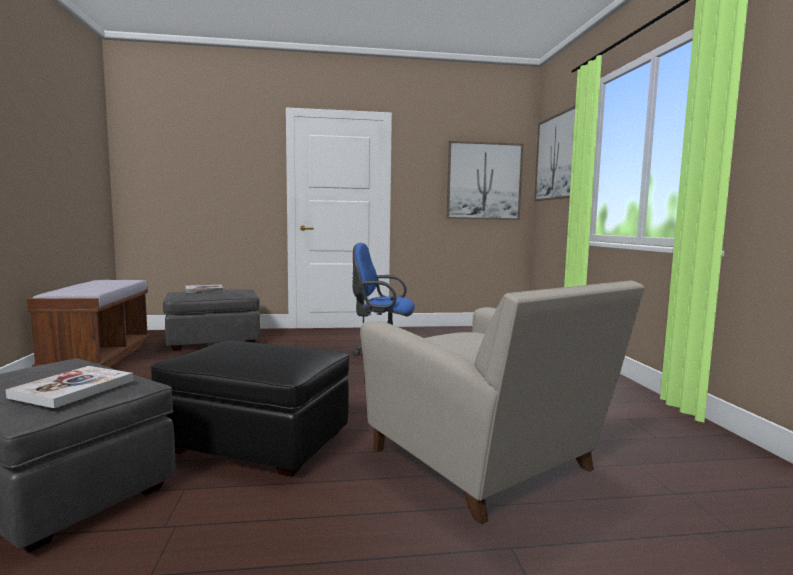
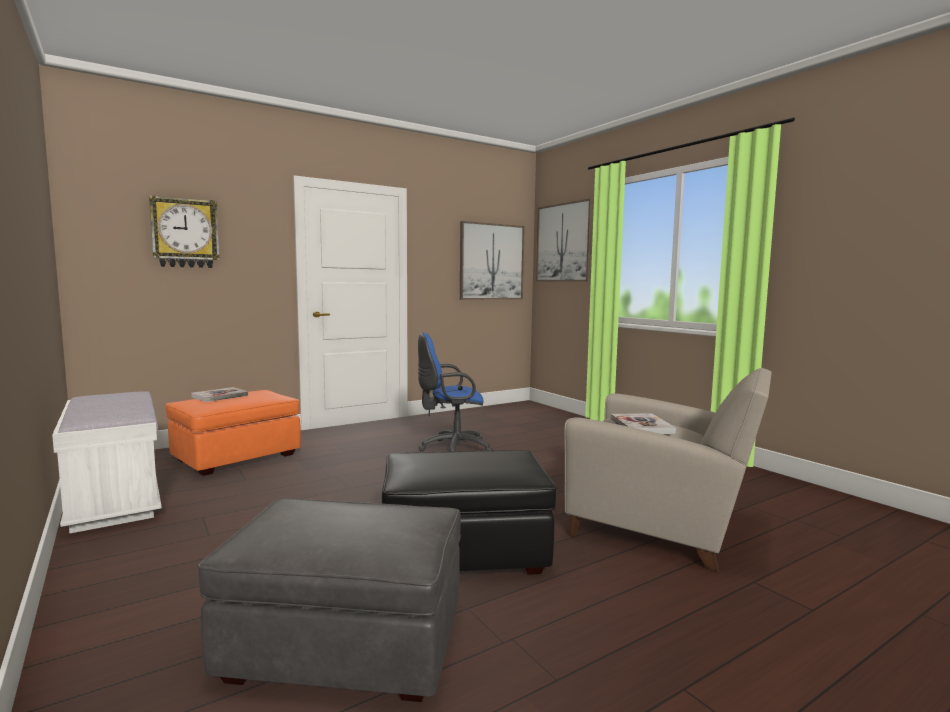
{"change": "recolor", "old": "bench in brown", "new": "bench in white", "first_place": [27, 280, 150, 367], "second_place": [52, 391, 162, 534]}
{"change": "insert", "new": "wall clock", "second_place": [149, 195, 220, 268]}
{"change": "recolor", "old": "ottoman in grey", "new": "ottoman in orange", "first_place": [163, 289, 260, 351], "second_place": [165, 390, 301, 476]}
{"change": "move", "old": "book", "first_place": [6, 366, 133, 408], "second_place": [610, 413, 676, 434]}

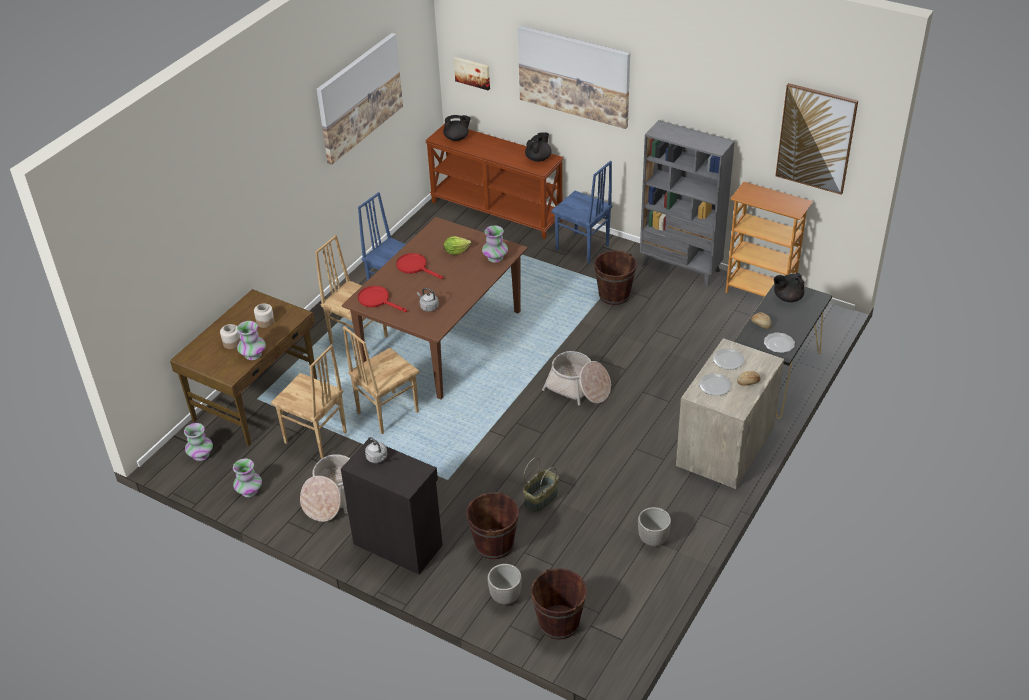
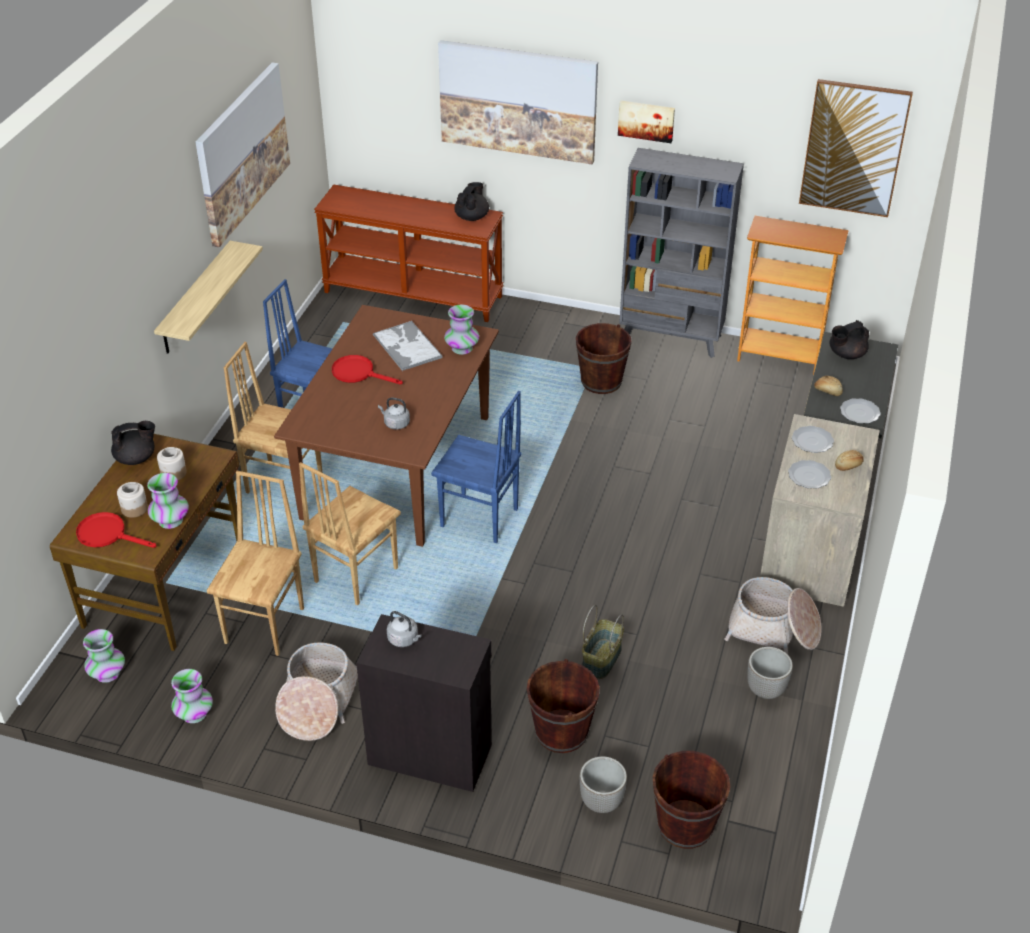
{"change": "move", "old": "frying pan in red", "first_place": [358, 286, 407, 312], "second_place": [76, 512, 156, 548]}
{"change": "move", "old": "teapot in black", "first_place": [443, 115, 471, 141], "second_place": [111, 421, 155, 465]}
{"change": "insert", "new": "shelf", "second_place": [154, 241, 263, 354]}
{"change": "rotate", "old": "chair in brown", "first_place": [271, 345, 347, 458], "second_place": [207, 471, 304, 656], "degrees": -90}
{"change": "replace", "old": "lettuce", "new": "tray", "first_place": [444, 236, 471, 255], "second_place": [373, 321, 443, 371]}
{"change": "move", "old": "chair in blue", "first_place": [551, 161, 612, 264], "second_place": [431, 391, 521, 543]}
{"change": "move", "old": "picture", "first_place": [454, 57, 490, 90], "second_place": [618, 101, 675, 143]}
{"change": "move", "old": "basket", "first_place": [542, 351, 611, 405], "second_place": [724, 577, 822, 654]}

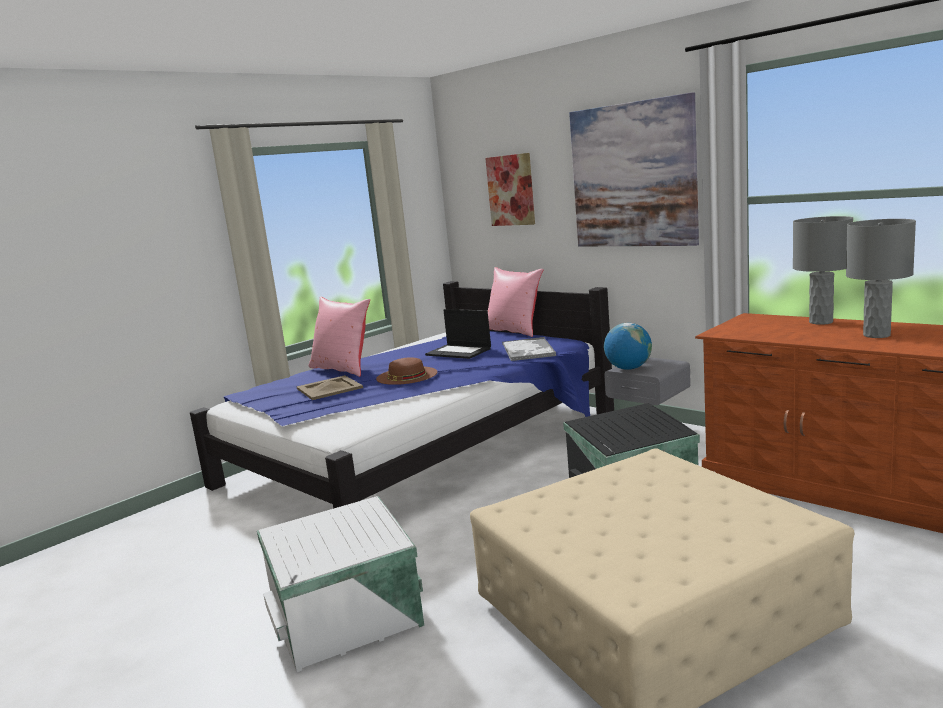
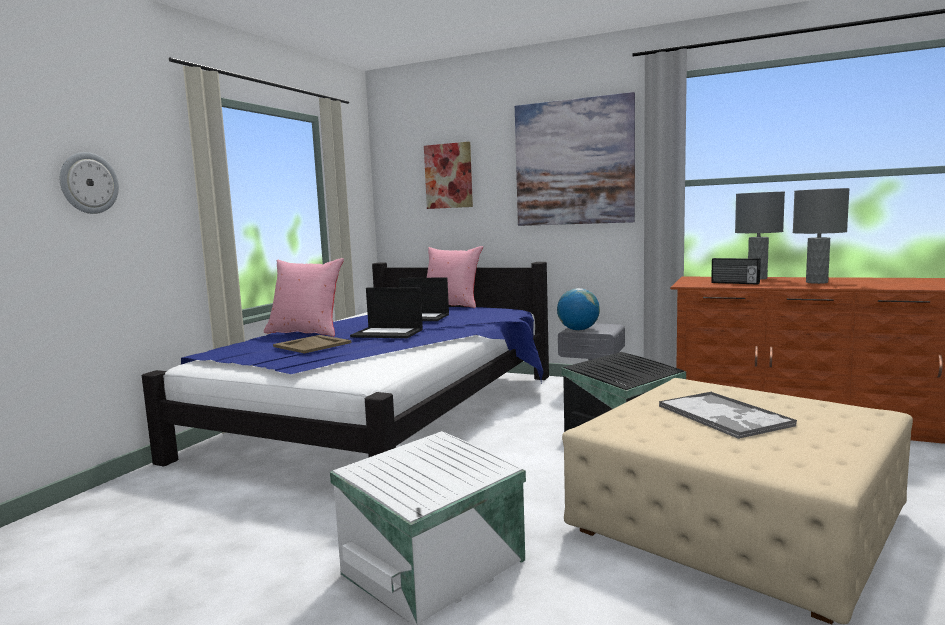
{"change": "insert", "new": "wall clock", "second_place": [60, 152, 119, 214]}
{"change": "replace", "old": "hat in brown", "new": "laptop", "first_place": [376, 357, 437, 385], "second_place": [350, 287, 423, 338]}
{"change": "move", "old": "tray", "first_place": [502, 337, 556, 361], "second_place": [659, 392, 797, 439]}
{"change": "insert", "new": "radio", "second_place": [711, 258, 761, 285]}

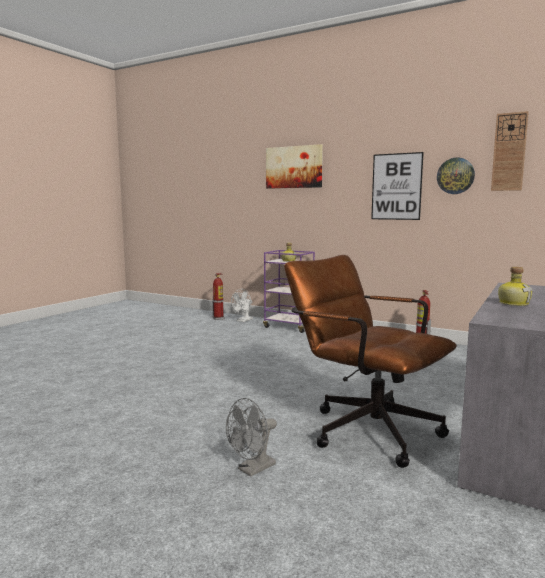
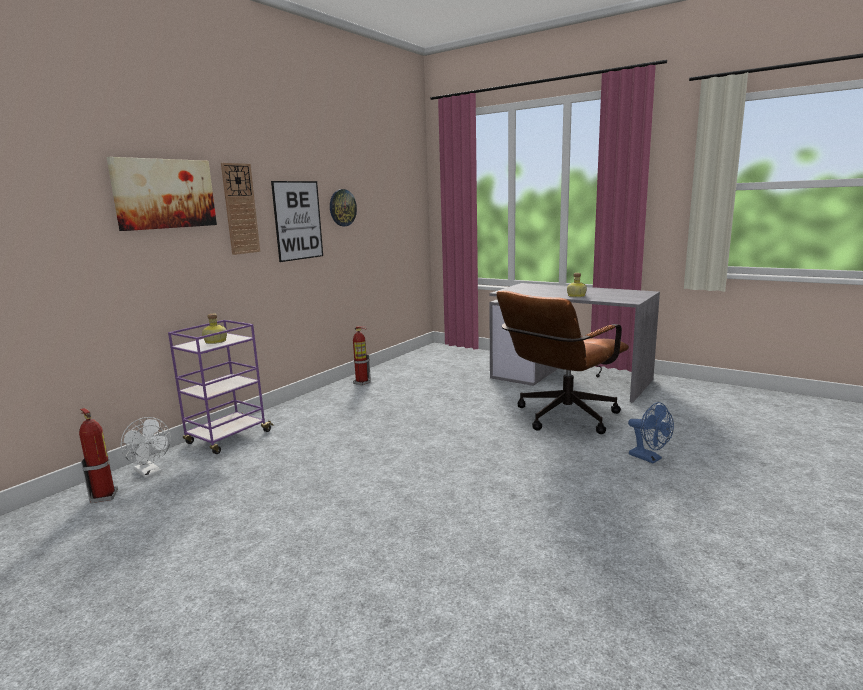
{"change": "move", "old": "wall clock", "first_place": [491, 111, 529, 191], "second_place": [221, 163, 260, 255]}
{"change": "recolor", "old": "fan in grey", "new": "fan in blue", "first_place": [226, 398, 277, 477], "second_place": [628, 402, 674, 463]}

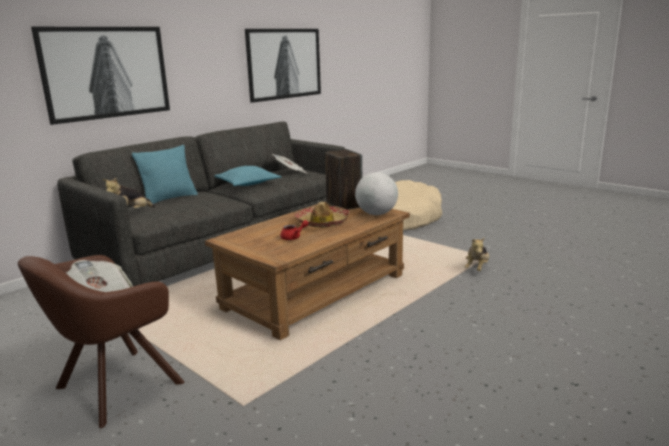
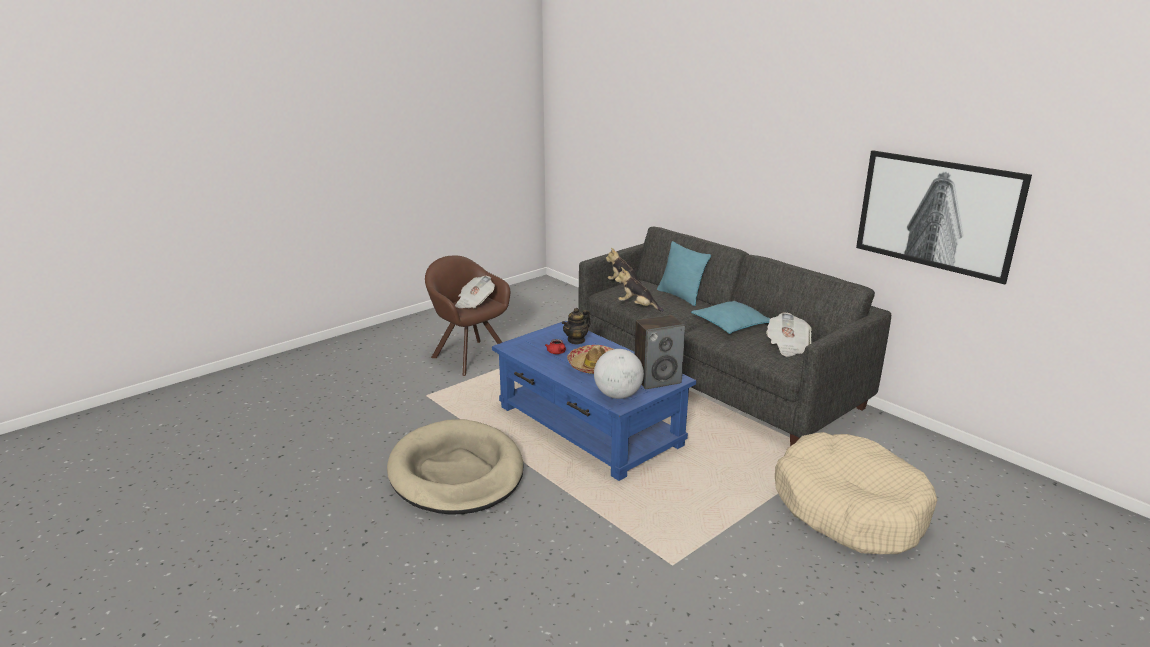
{"change": "insert", "new": "dog bed in beige", "second_place": [387, 419, 524, 514]}
{"change": "recolor", "old": "coffee table in brown", "new": "coffee table in blue", "first_place": [205, 201, 410, 340], "second_place": [492, 321, 696, 481]}
{"change": "insert", "new": "teapot", "second_place": [562, 308, 591, 345]}
{"change": "move", "old": "plush toy", "first_place": [464, 237, 489, 271], "second_place": [615, 267, 664, 312]}
{"change": "delete", "old": "picture", "first_place": [31, 27, 170, 125]}

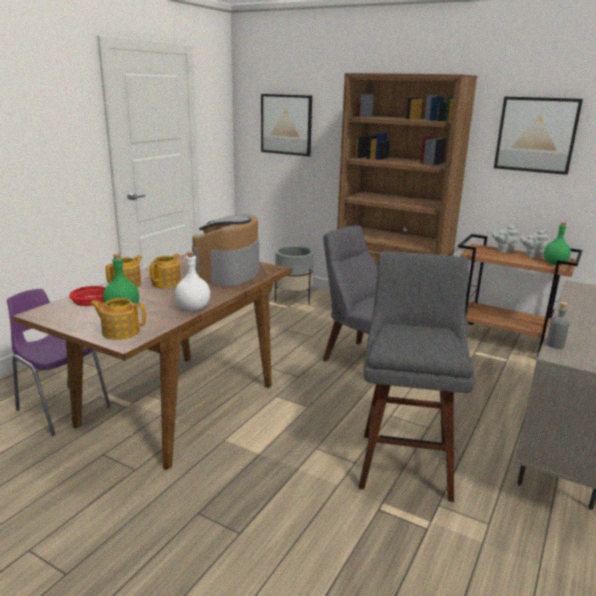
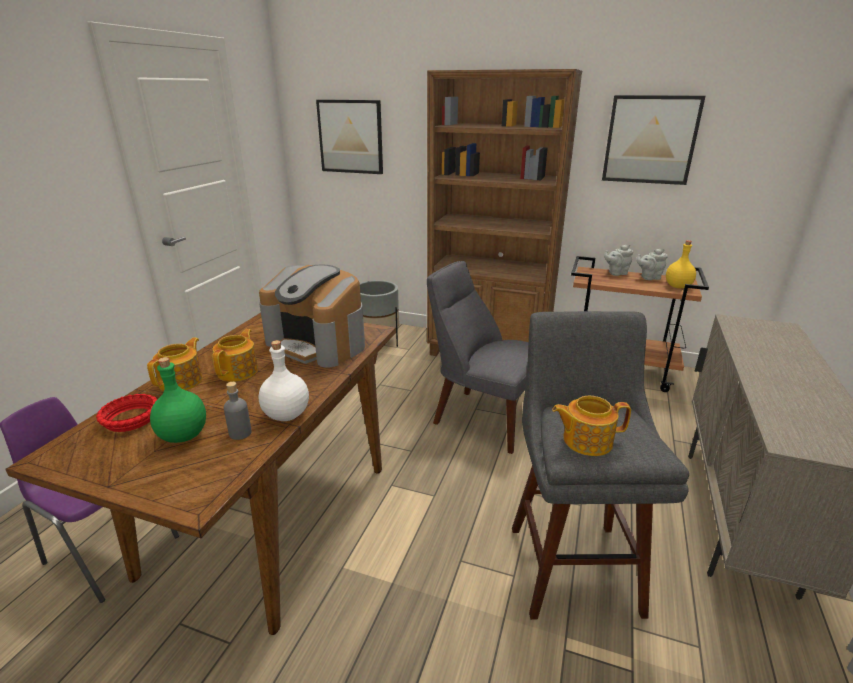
{"change": "move", "old": "bottle in grey", "first_place": [546, 302, 570, 349], "second_place": [224, 382, 252, 440]}
{"change": "rotate", "old": "coffee machine", "first_place": [192, 214, 259, 286], "second_place": [259, 264, 365, 368], "degrees": -60}
{"change": "move", "old": "teapot", "first_place": [90, 298, 146, 340], "second_place": [552, 396, 631, 456]}
{"change": "recolor", "old": "bottle in green", "new": "bottle in yellow", "first_place": [544, 222, 571, 265], "second_place": [666, 240, 696, 288]}

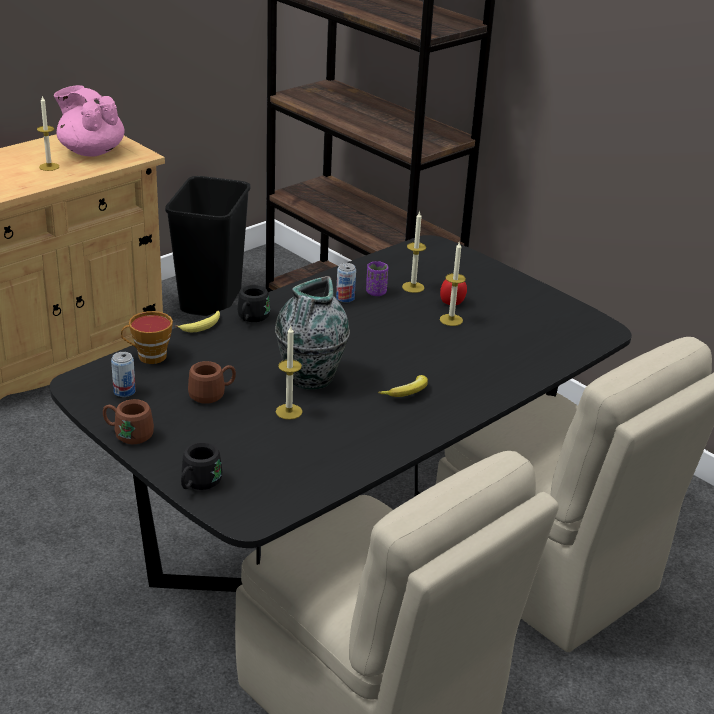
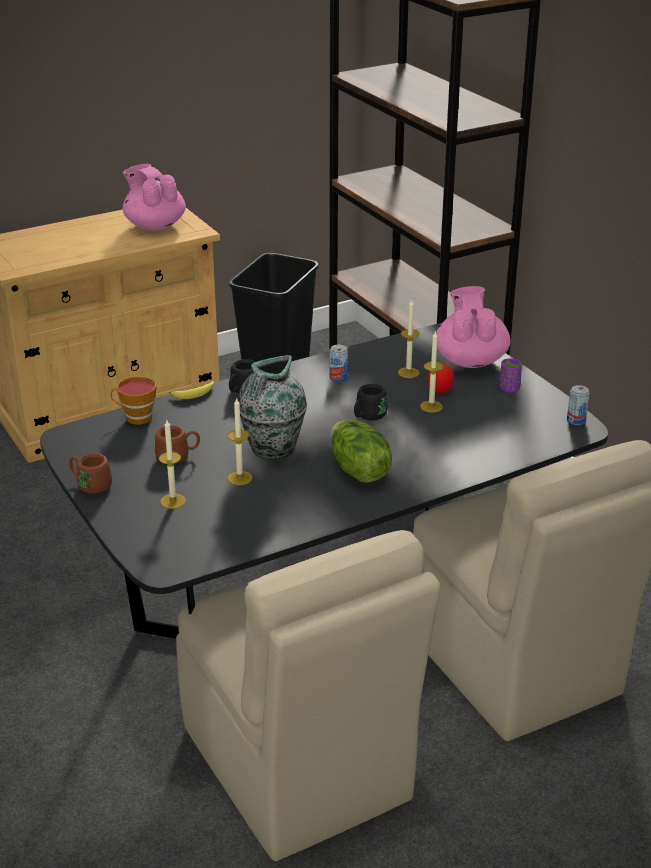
{"change": "move", "old": "candle", "first_place": [37, 95, 59, 171], "second_place": [159, 420, 186, 509]}
{"change": "replace", "old": "banana", "new": "lettuce", "first_place": [378, 375, 428, 397], "second_place": [331, 420, 392, 483]}
{"change": "move", "old": "mug in black", "first_place": [181, 442, 222, 490], "second_place": [354, 384, 388, 420]}
{"change": "insert", "new": "teapot in pink", "second_place": [436, 286, 510, 368]}
{"change": "move", "old": "cup in purple", "first_place": [366, 261, 388, 296], "second_place": [500, 358, 522, 393]}
{"change": "move", "old": "can", "first_place": [111, 352, 136, 397], "second_place": [567, 385, 590, 425]}

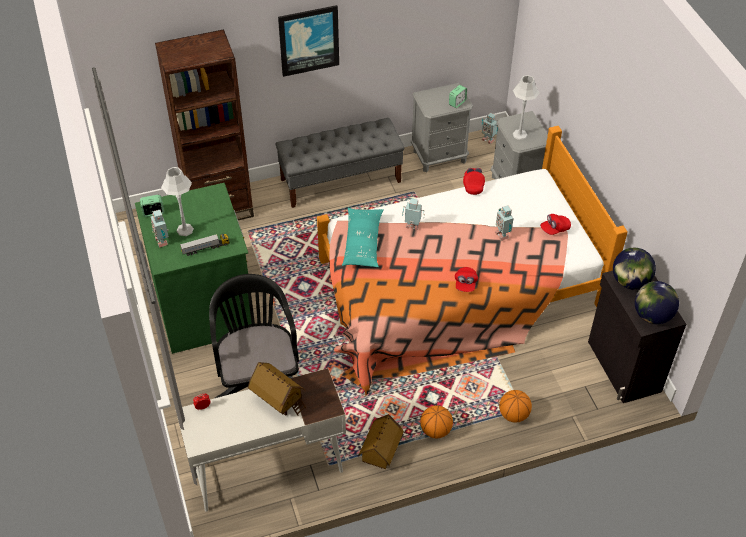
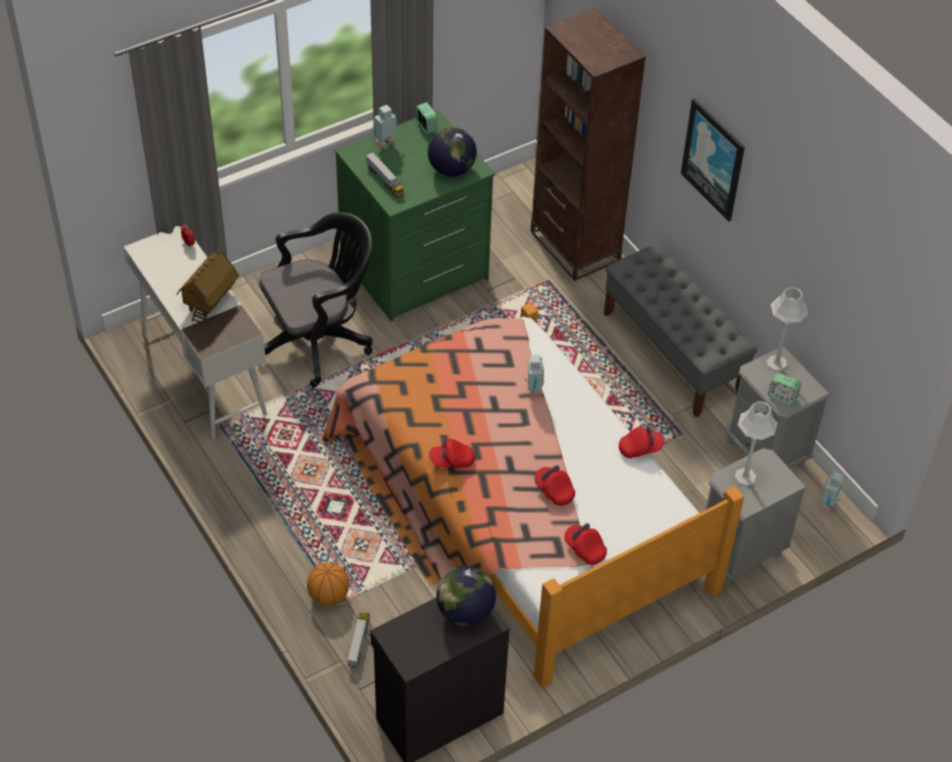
{"change": "insert", "new": "toy truck", "second_place": [347, 610, 370, 667]}
{"change": "move", "old": "globe", "first_place": [635, 281, 679, 324], "second_place": [428, 127, 477, 177]}
{"change": "replace", "old": "toy robot", "new": "cap in red", "first_place": [495, 205, 514, 241], "second_place": [535, 465, 575, 506]}
{"change": "move", "old": "table lamp in grey", "first_place": [161, 167, 194, 236], "second_place": [766, 287, 808, 371]}
{"change": "delete", "old": "pillow in turquoise", "first_place": [342, 208, 384, 267]}
{"change": "delete", "old": "toy house", "first_place": [358, 414, 404, 469]}
{"change": "delete", "old": "basketball", "first_place": [420, 405, 453, 439]}

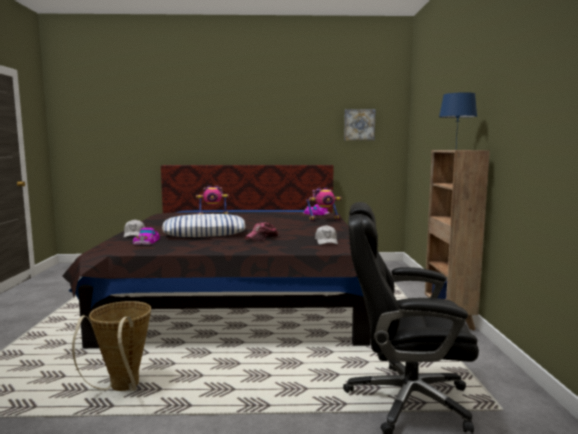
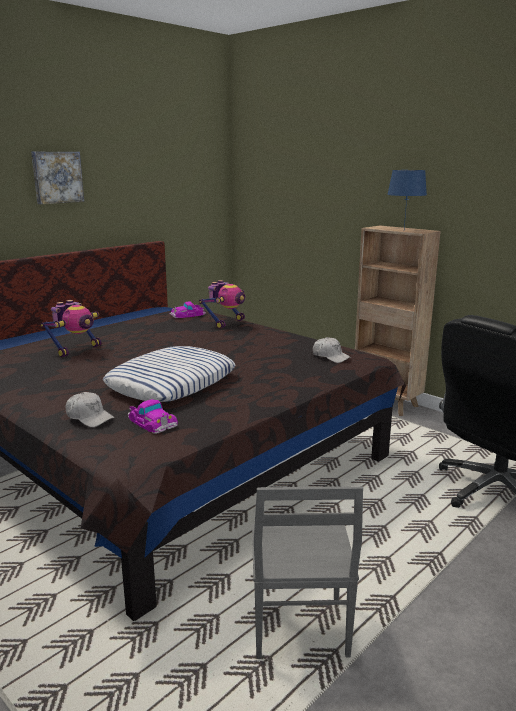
{"change": "move", "old": "picture", "first_place": [344, 109, 376, 141], "second_place": [31, 152, 84, 204]}
{"change": "replace", "old": "basket", "new": "chair in grey", "first_place": [72, 301, 151, 391], "second_place": [252, 486, 363, 659]}
{"change": "delete", "old": "cap", "first_place": [244, 222, 278, 241]}

